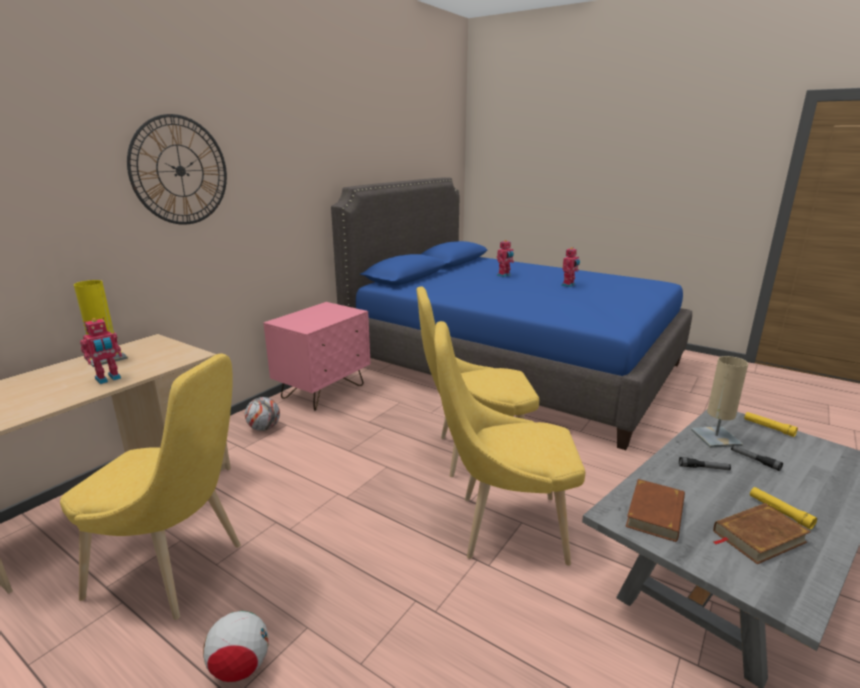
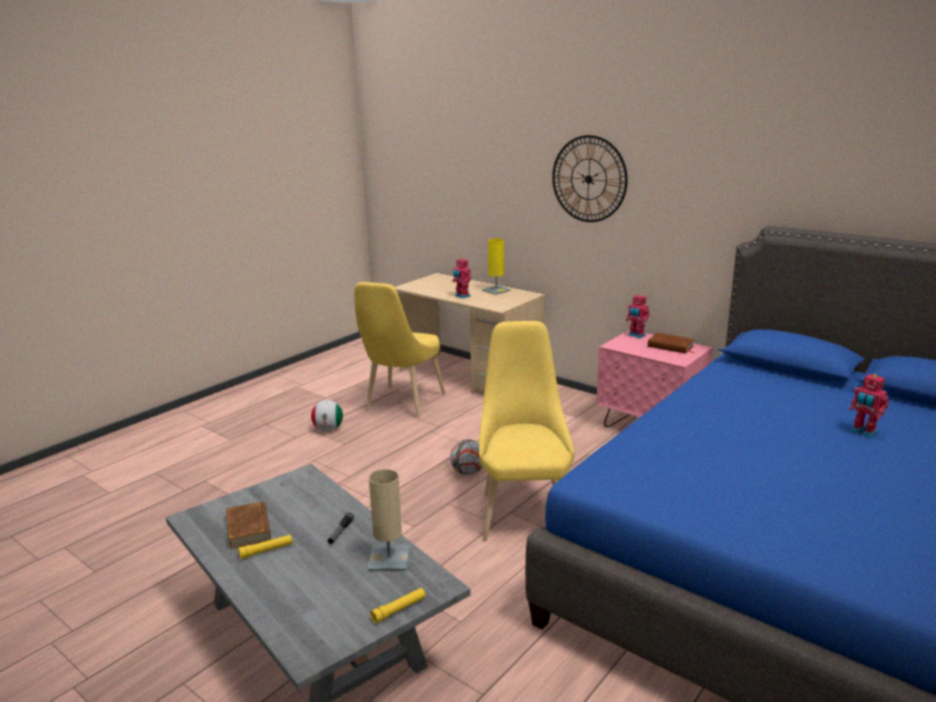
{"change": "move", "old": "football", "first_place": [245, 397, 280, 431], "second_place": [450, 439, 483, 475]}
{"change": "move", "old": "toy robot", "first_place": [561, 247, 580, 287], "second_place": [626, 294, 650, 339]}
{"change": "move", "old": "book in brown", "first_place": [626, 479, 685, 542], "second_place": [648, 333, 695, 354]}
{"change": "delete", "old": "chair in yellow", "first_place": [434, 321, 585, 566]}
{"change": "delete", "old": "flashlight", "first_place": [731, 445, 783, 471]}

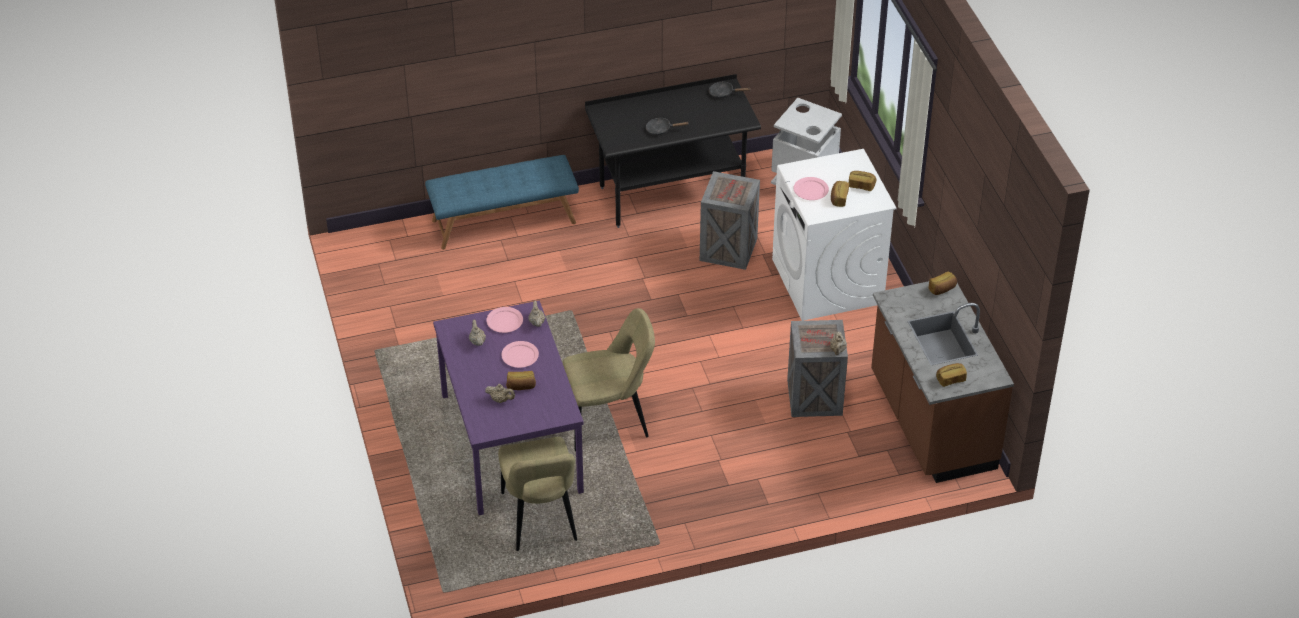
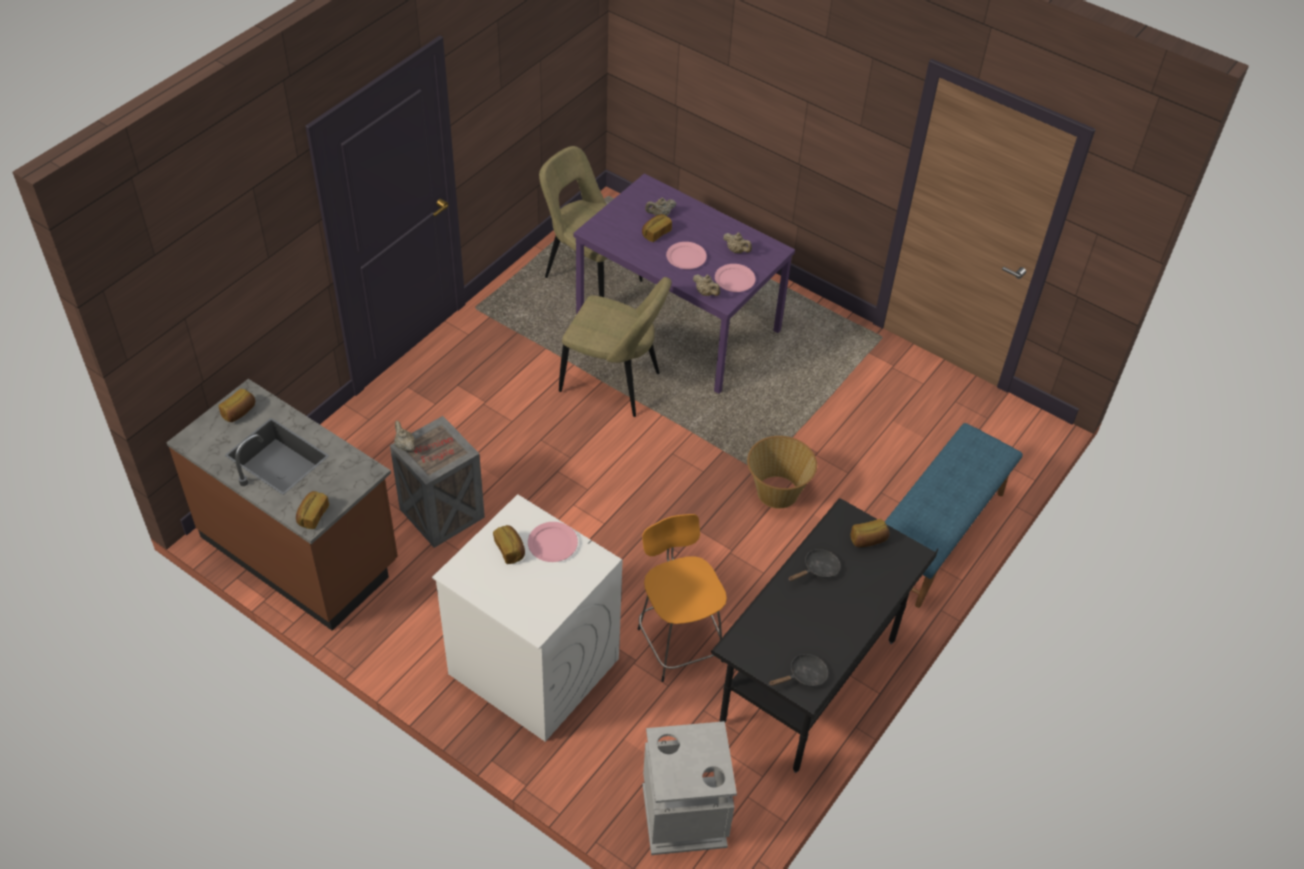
{"change": "rotate", "old": "chair in beige", "first_place": [563, 308, 655, 451], "second_place": [559, 277, 672, 417], "degrees": -105}
{"change": "replace", "old": "crate", "new": "stool in orange", "first_place": [700, 171, 760, 270], "second_place": [638, 514, 727, 682]}
{"change": "insert", "new": "basket", "second_place": [747, 436, 817, 509]}
{"change": "move", "old": "bread", "first_place": [849, 171, 876, 191], "second_place": [851, 519, 889, 547]}

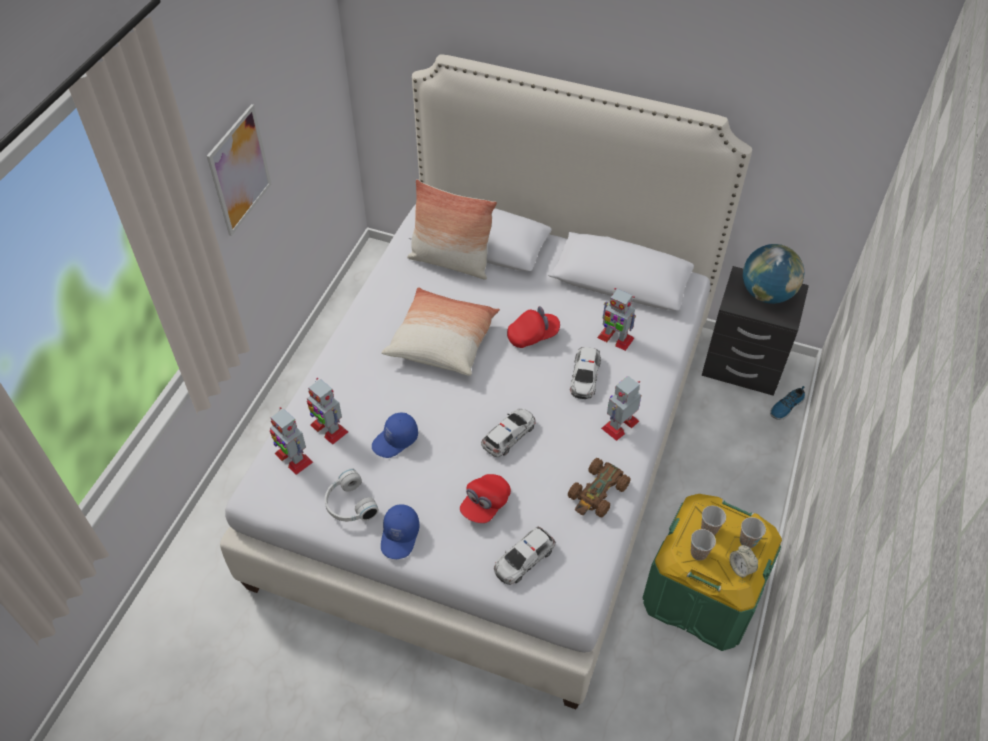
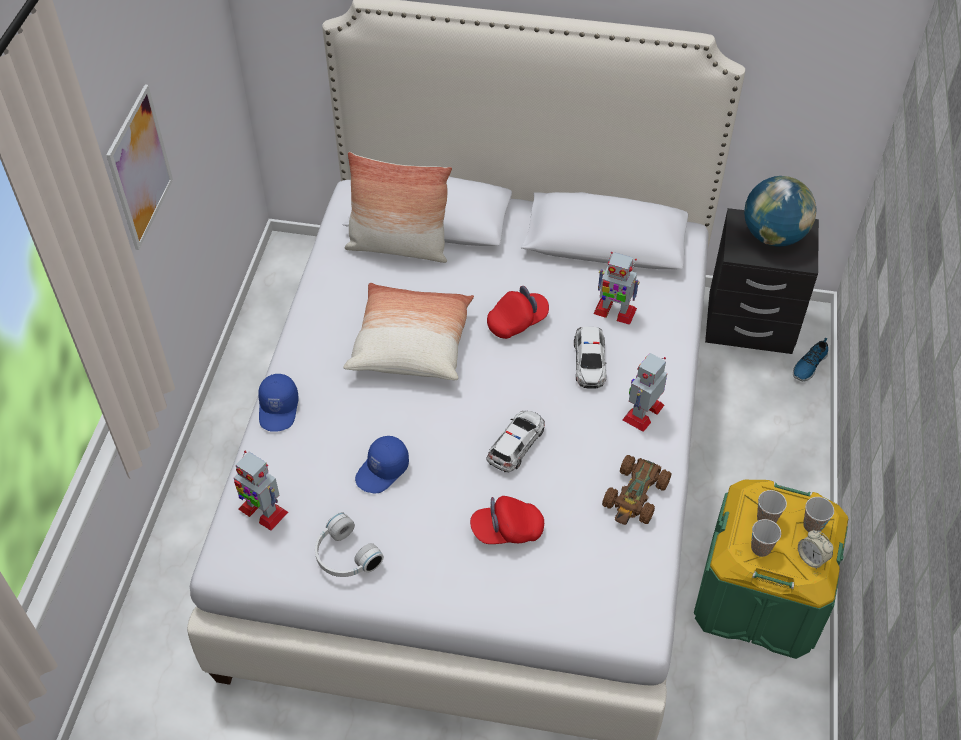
{"change": "move", "old": "cap in blue", "first_place": [381, 504, 419, 559], "second_place": [258, 374, 299, 432]}
{"change": "rotate", "old": "cap in red", "first_place": [460, 474, 511, 523], "second_place": [470, 496, 544, 544], "degrees": 60}
{"change": "delete", "old": "toy robot", "first_place": [307, 378, 348, 444]}
{"change": "delete", "old": "toy car", "first_place": [494, 527, 556, 585]}

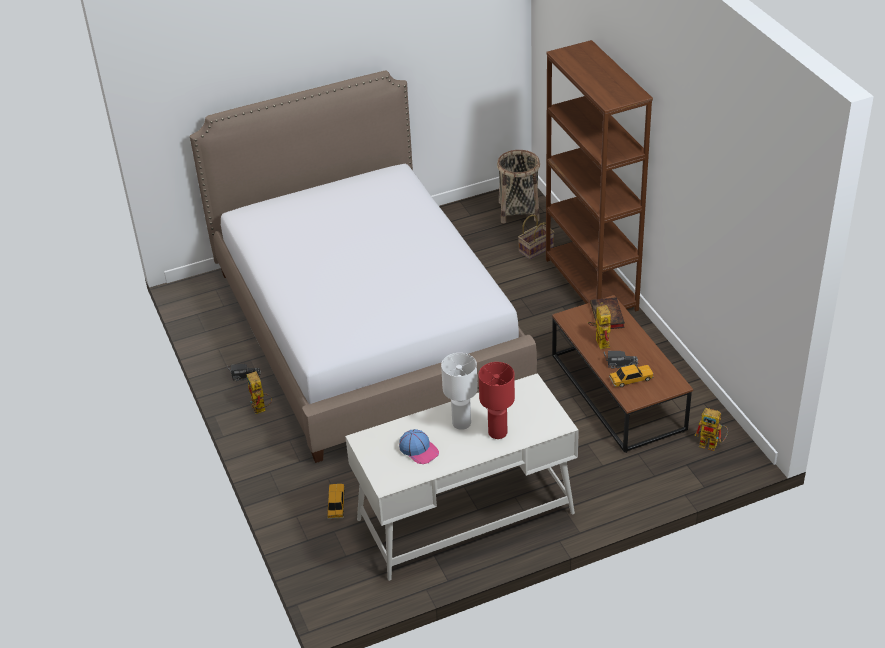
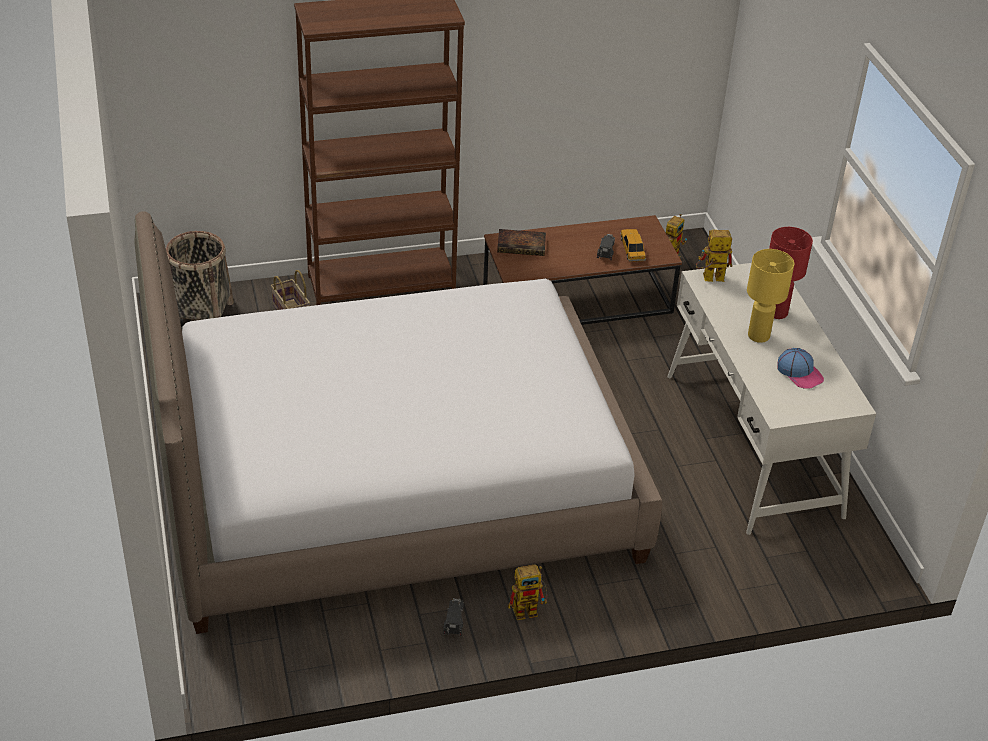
{"change": "move", "old": "toy robot", "first_place": [588, 302, 611, 349], "second_place": [696, 230, 732, 282]}
{"change": "recolor", "old": "table lamp in white", "new": "table lamp in yellow", "first_place": [441, 353, 478, 430], "second_place": [747, 249, 794, 343]}
{"change": "rotate", "old": "cap", "first_place": [399, 429, 439, 464], "second_place": [777, 348, 824, 389], "degrees": 90}
{"change": "delete", "old": "toy car", "first_place": [327, 484, 345, 519]}

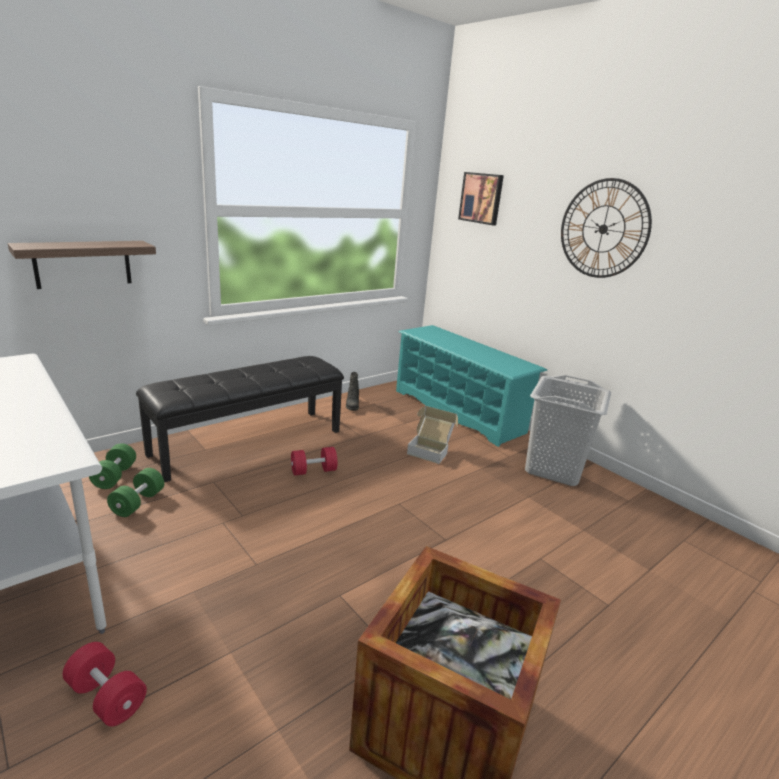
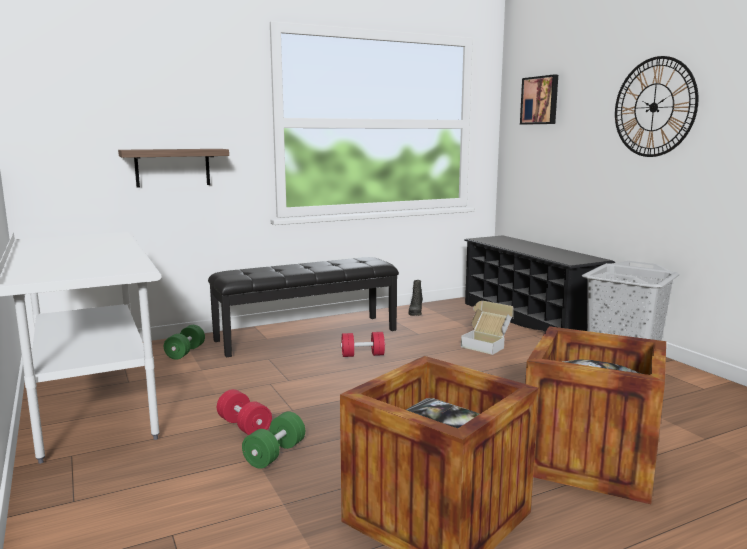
{"change": "move", "old": "dumbbell in red", "first_place": [63, 642, 147, 726], "second_place": [217, 389, 272, 435]}
{"change": "move", "old": "dumbbell in green", "first_place": [107, 468, 164, 517], "second_place": [242, 412, 305, 469]}
{"change": "recolor", "old": "shoe rack in turquoise", "new": "shoe rack in black", "first_place": [396, 325, 547, 447], "second_place": [464, 235, 615, 332]}
{"change": "insert", "new": "crate", "second_place": [525, 326, 666, 504]}

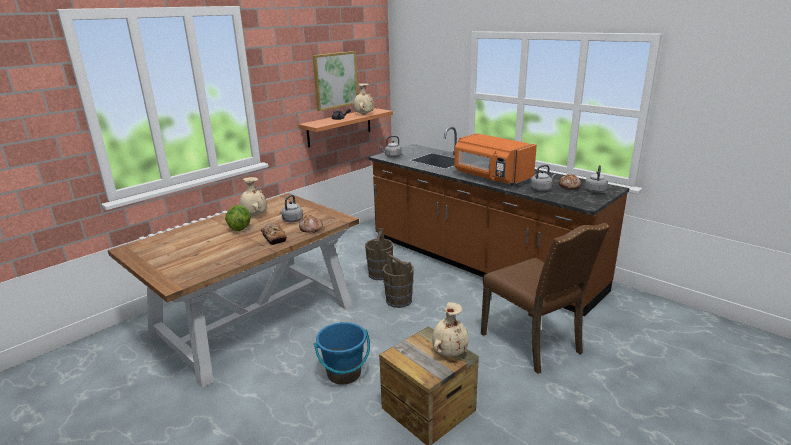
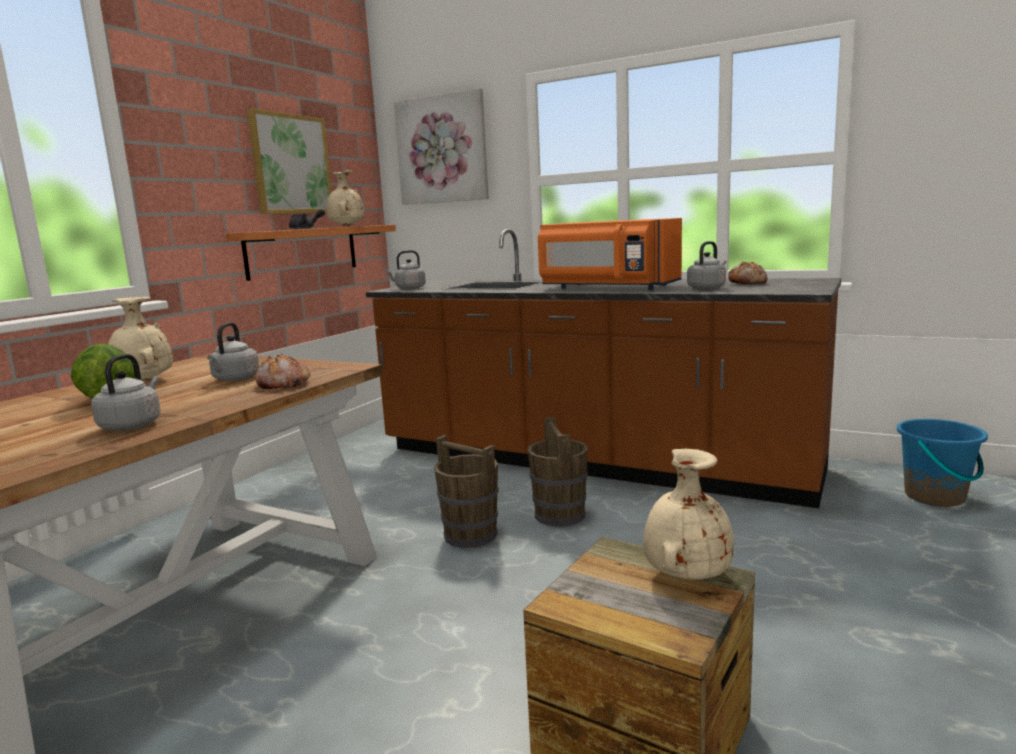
{"change": "move", "old": "kettle in grey", "first_place": [585, 165, 608, 193], "second_place": [91, 354, 161, 431]}
{"change": "insert", "new": "picture", "second_place": [394, 88, 489, 205]}
{"change": "move", "old": "bucket in brown", "first_place": [365, 228, 393, 280], "second_place": [528, 417, 588, 527]}
{"change": "move", "old": "bucket in blue", "first_place": [314, 322, 370, 385], "second_place": [897, 419, 988, 507]}
{"change": "delete", "old": "bread", "first_place": [261, 223, 287, 245]}
{"change": "delete", "old": "chair in brown", "first_place": [481, 223, 610, 374]}

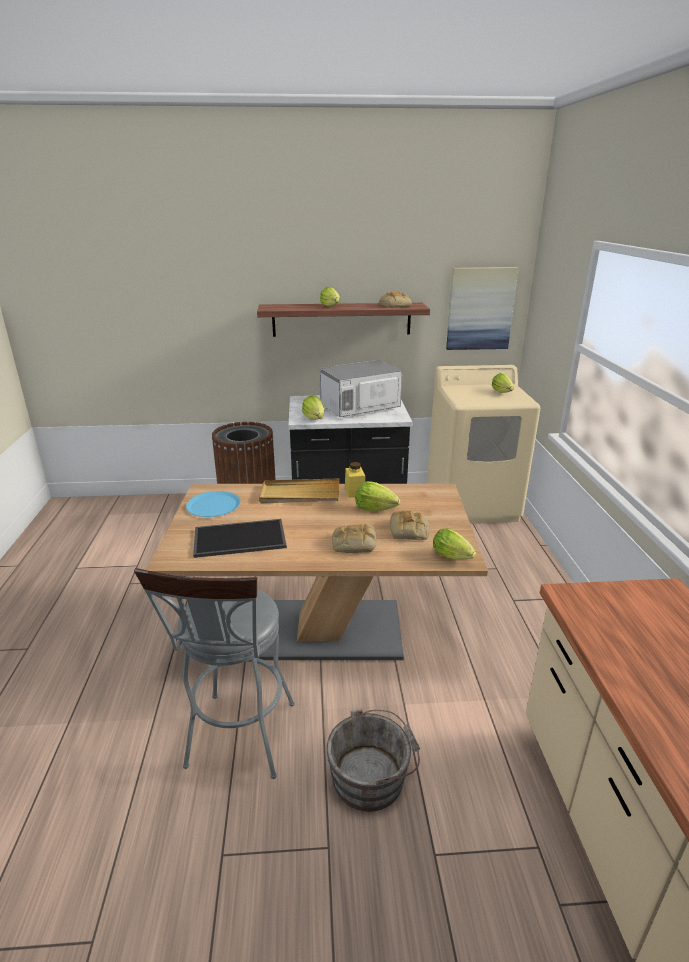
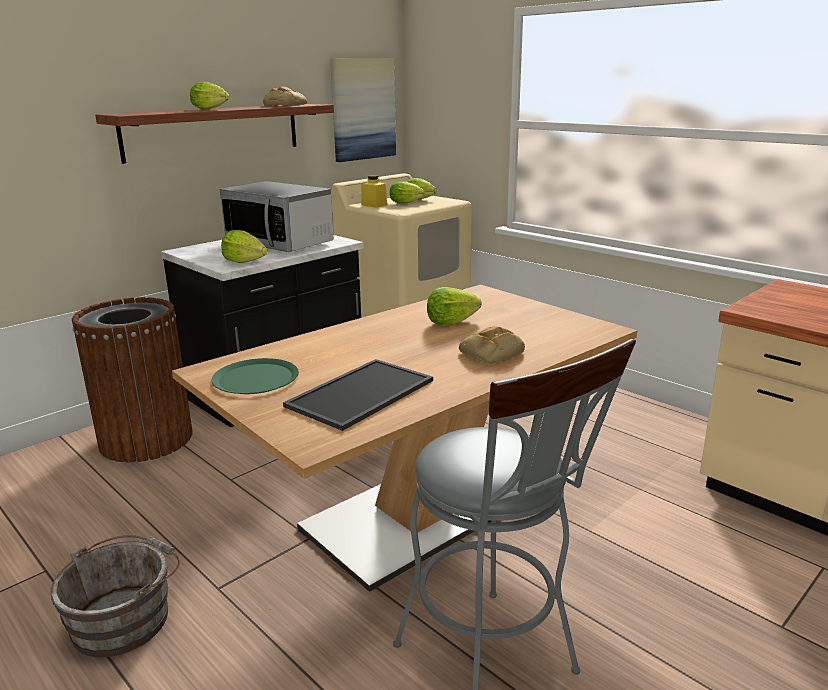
{"change": "move", "old": "bucket in grey", "first_place": [327, 709, 420, 812], "second_place": [50, 535, 180, 658]}
{"change": "recolor", "old": "plate in blue", "new": "plate in green", "first_place": [186, 491, 241, 517], "second_place": [212, 358, 299, 394]}
{"change": "rotate", "old": "microwave", "first_place": [320, 360, 402, 417], "second_place": [220, 181, 334, 252], "degrees": -75}
{"change": "move", "old": "jar in yellow", "first_place": [345, 462, 365, 498], "second_place": [361, 175, 387, 208]}
{"change": "move", "old": "lettuce", "first_place": [433, 528, 476, 560], "second_place": [390, 181, 425, 203]}
{"change": "delete", "old": "tray in beige", "first_place": [259, 478, 339, 503]}
{"change": "delete", "old": "bread", "first_place": [390, 510, 430, 540]}

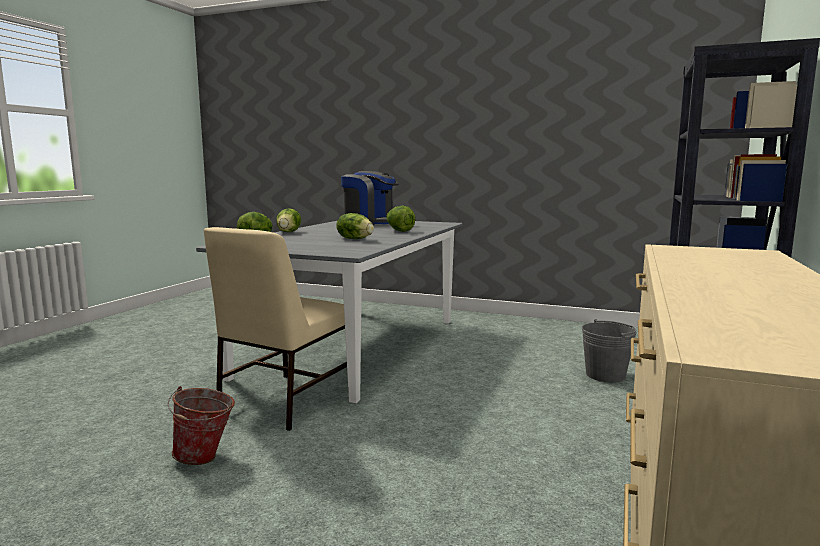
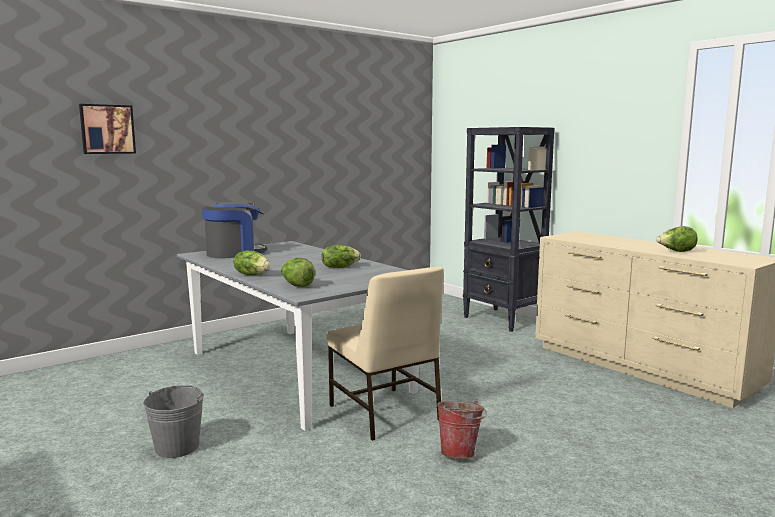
{"change": "insert", "new": "picture", "second_place": [79, 104, 136, 154]}
{"change": "move", "old": "bucket in grey", "first_place": [582, 319, 637, 382], "second_place": [143, 385, 204, 458]}
{"change": "move", "old": "lettuce", "first_place": [387, 205, 416, 232], "second_place": [656, 226, 697, 252]}

